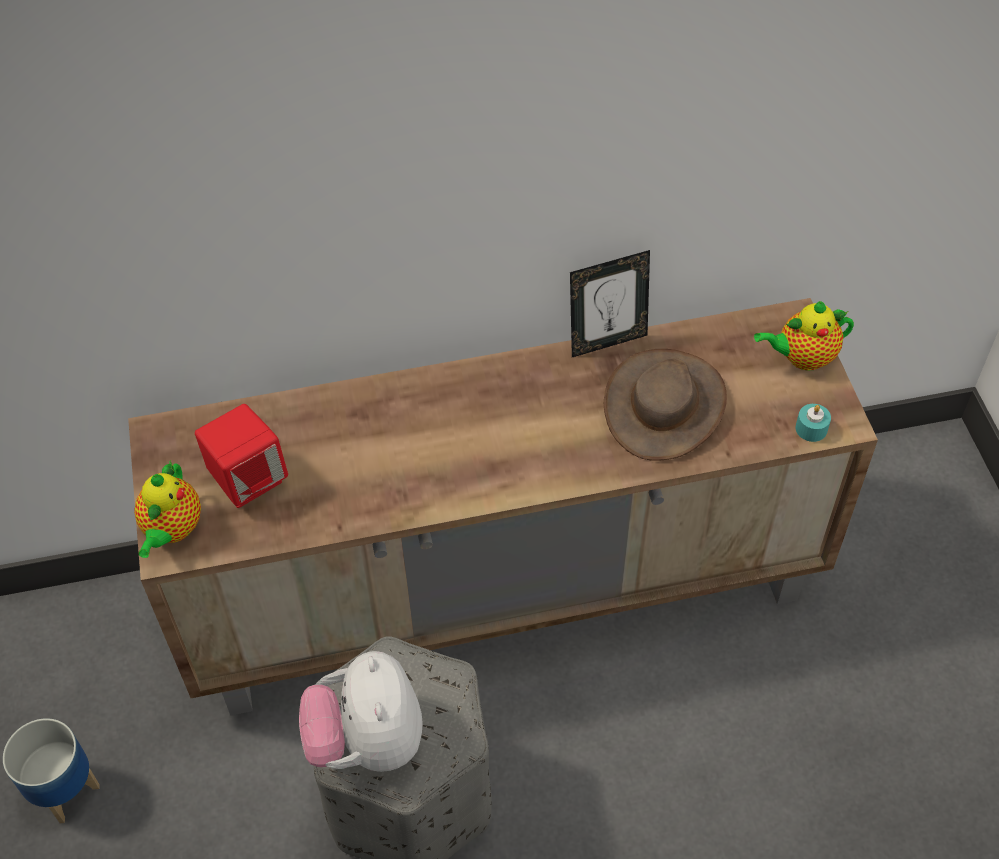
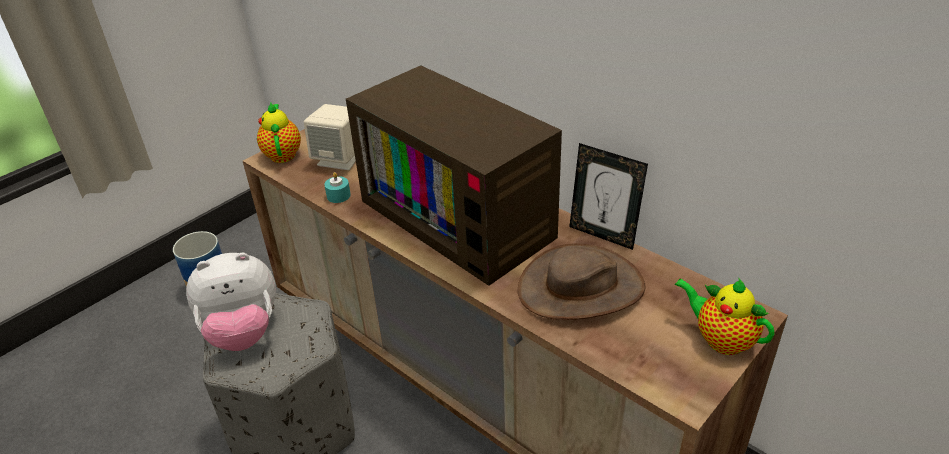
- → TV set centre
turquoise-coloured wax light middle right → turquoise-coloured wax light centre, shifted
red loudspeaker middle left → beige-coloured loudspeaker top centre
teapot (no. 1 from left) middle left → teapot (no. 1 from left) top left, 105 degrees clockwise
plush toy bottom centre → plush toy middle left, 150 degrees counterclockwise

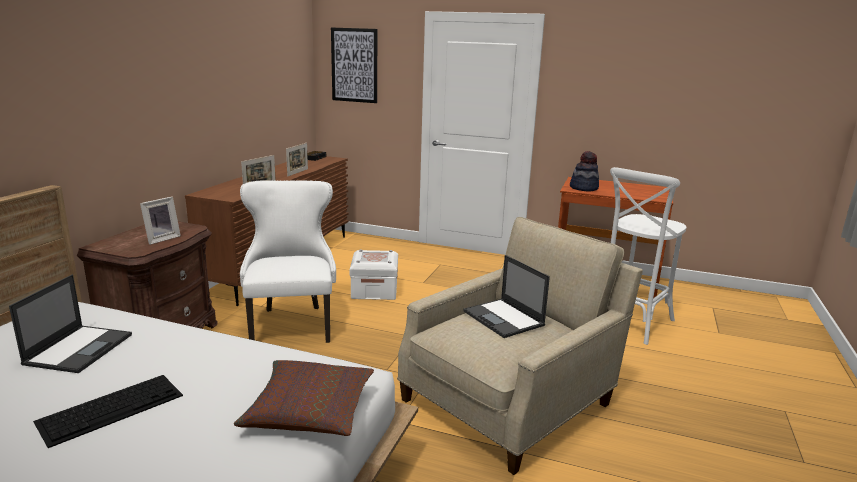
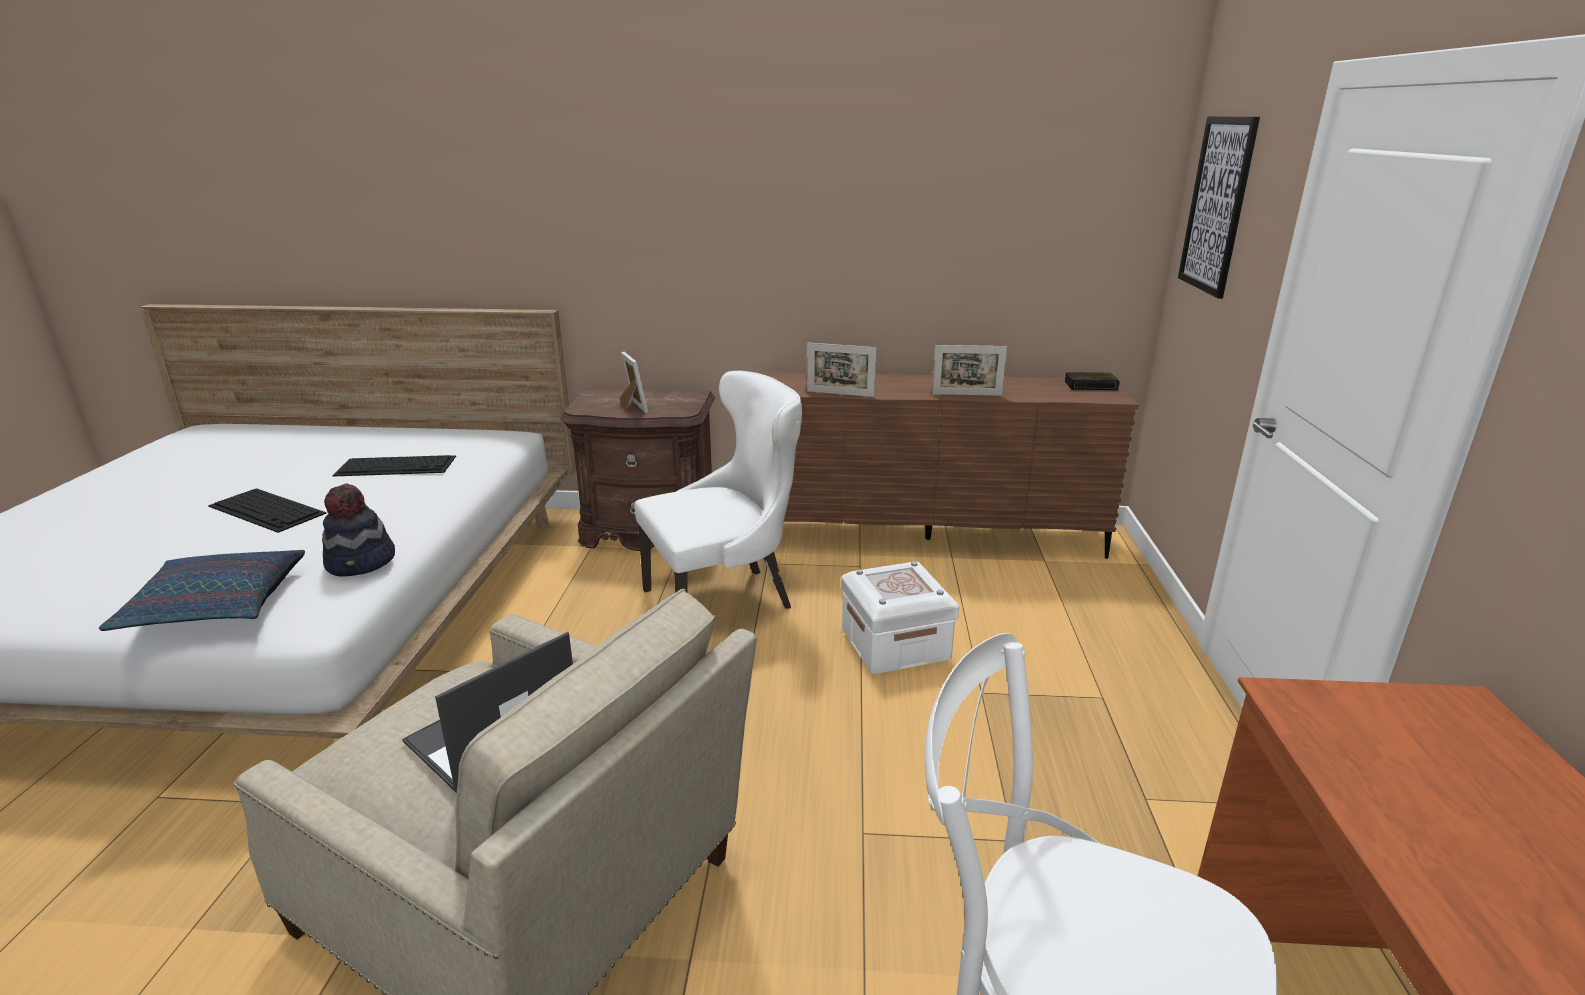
wearable hat middle right → wearable hat middle left, shifted
portable computer (no. 1 from left) bottom left → computer keyboard (no. 2 from left) middle left
brown cushion bottom centre → bluish cushion middle left
picture frame (no. 1 from left) middle left → picture frame (no. 1 from left) centre, 135 degrees counterclockwise

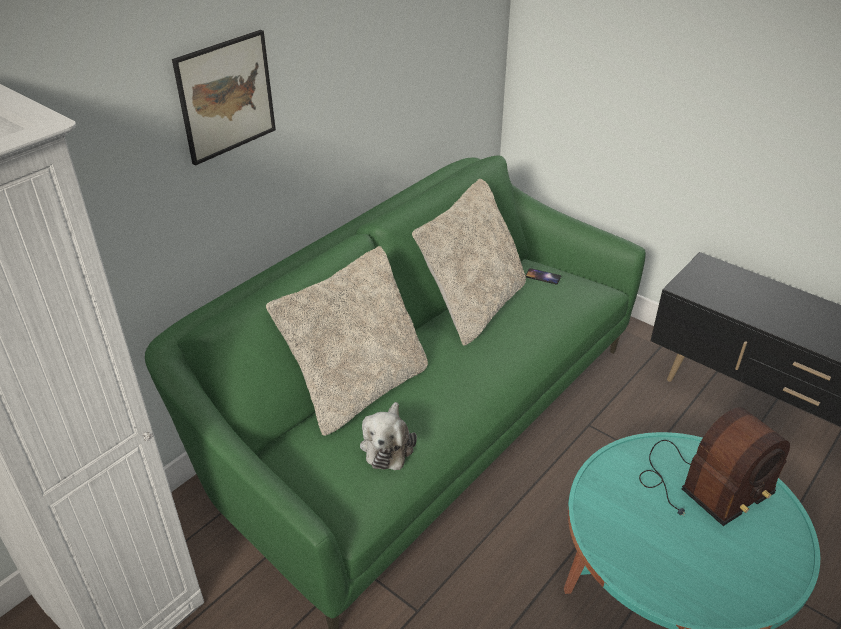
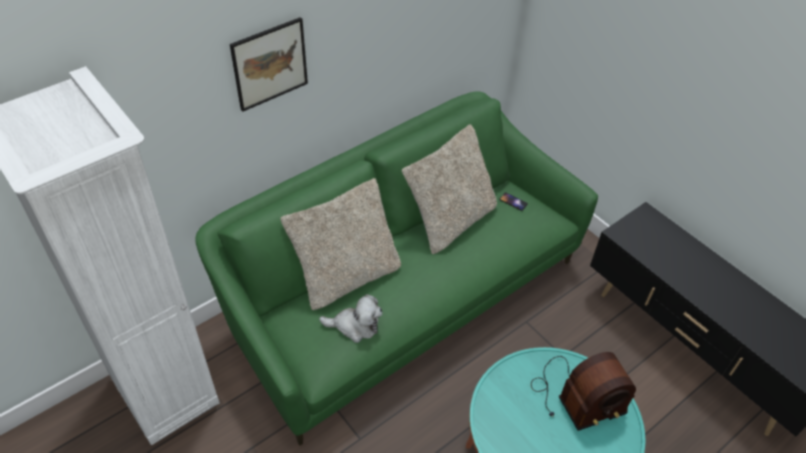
plush toy bottom centre, 105 degrees counterclockwise

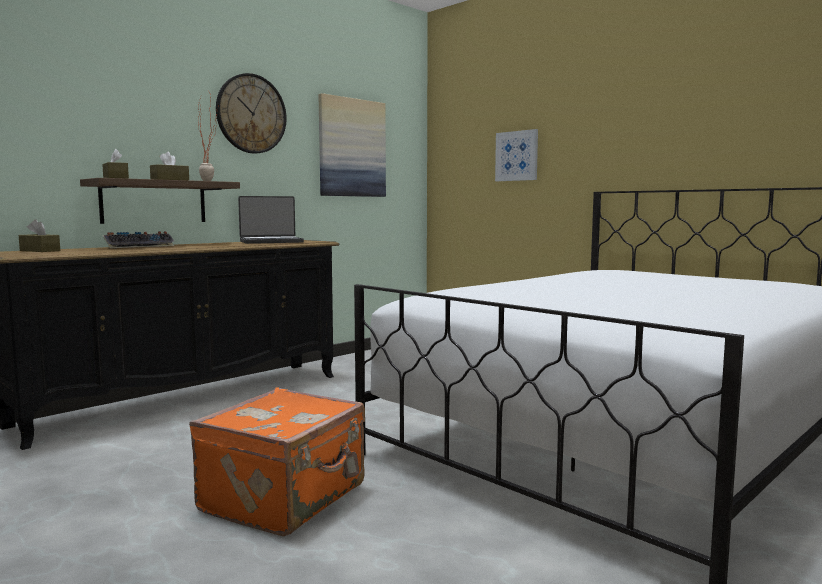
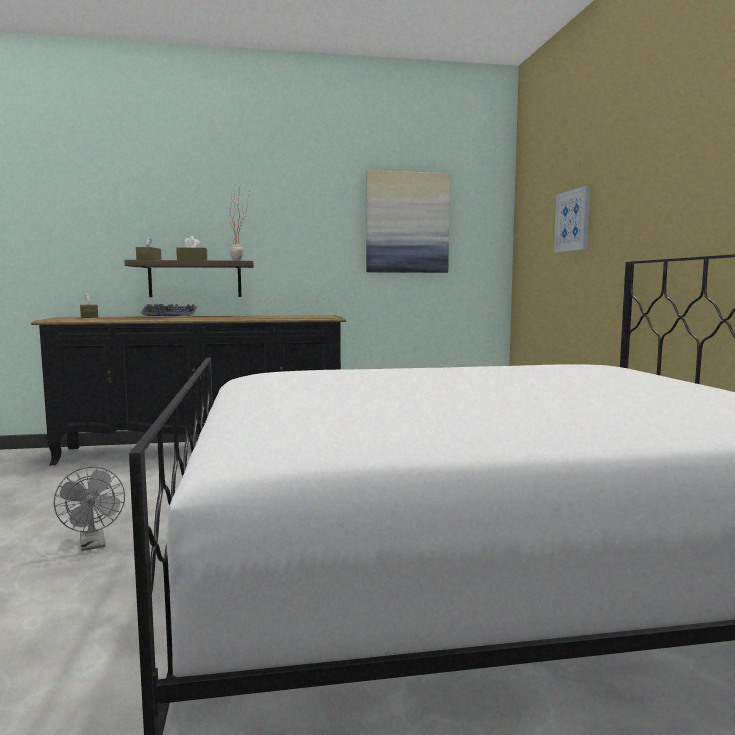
clock on the wall top left → -
portable computer middle left → -
orange-coloured suitcase bottom centre → greyish electric fan bottom left

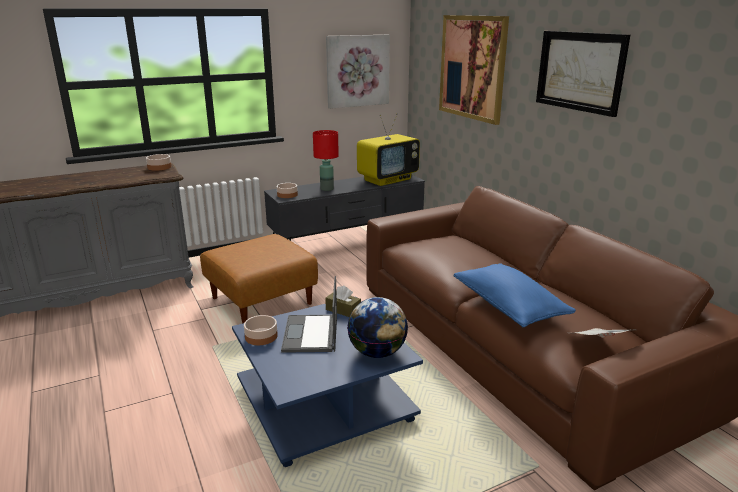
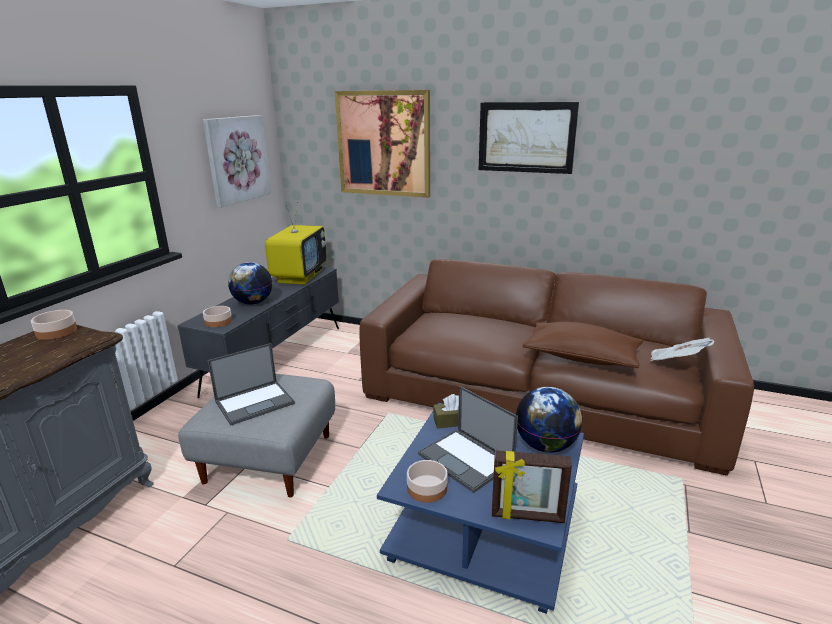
- → portable computer (no. 1 from left) middle left
- → picture frame bottom centre
red tabletop lamp top centre → world globe (no. 1 from left) middle left
brown ottoman centre → greyish ottoman bottom left
bluish cushion middle right → brown cushion middle right

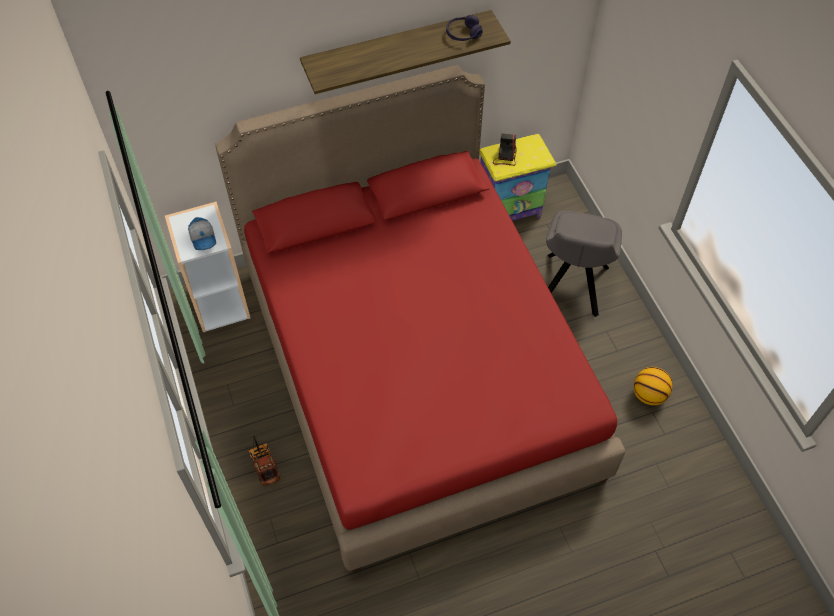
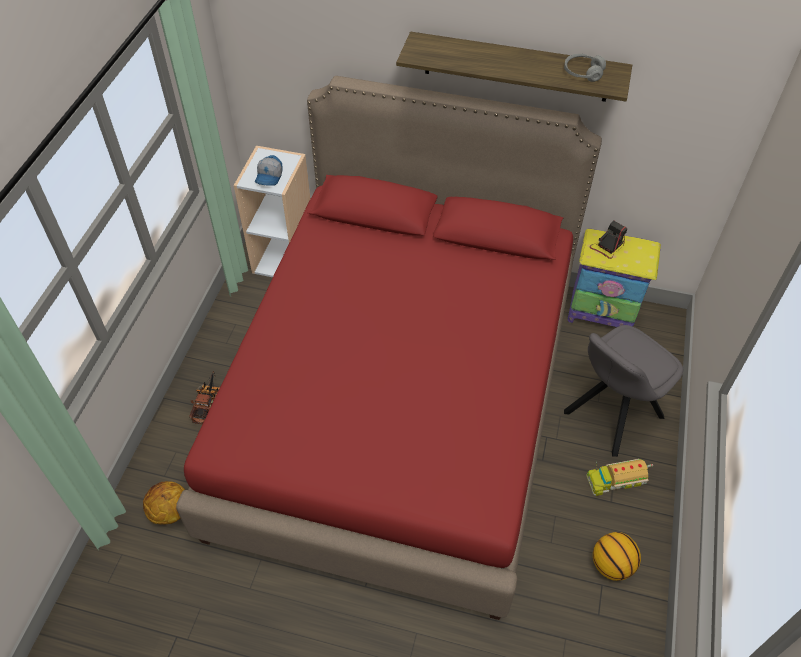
- → ball for basketball (no. 1 from left) bottom left
- → model truck (no. 2 from left) bottom right
purple pair of headphones top centre → greyish pair of headphones top right

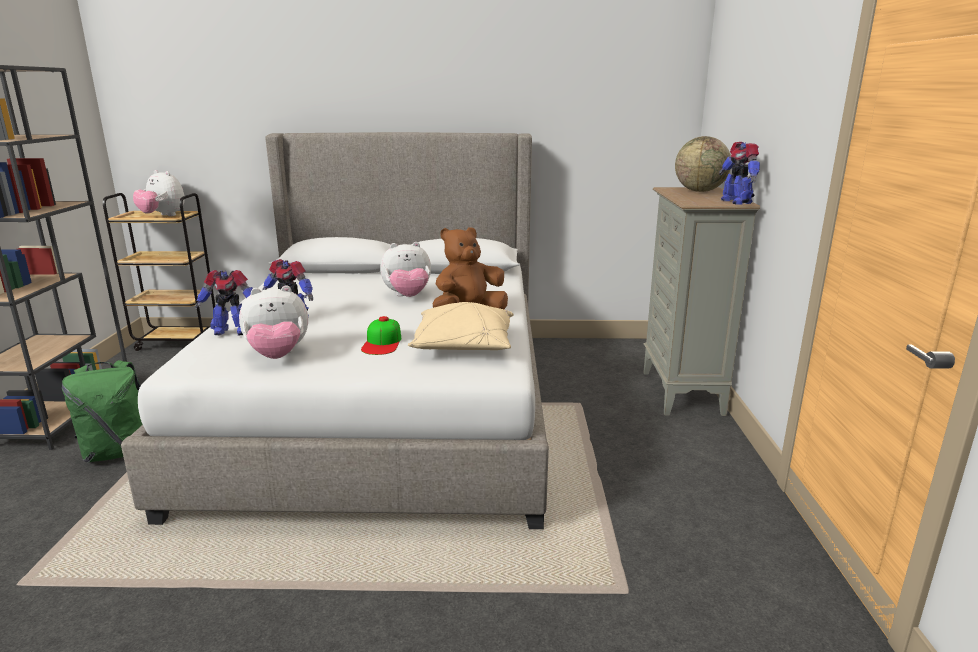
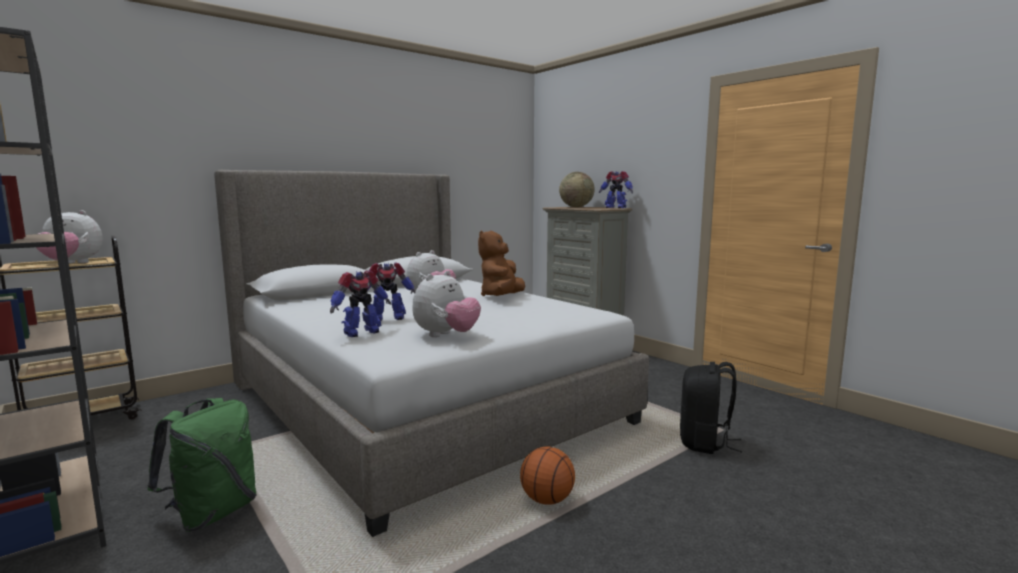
baseball cap centre → -
beige-coloured cushion centre → -
- → ball for basketball bottom centre
- → blackish backpack bottom right

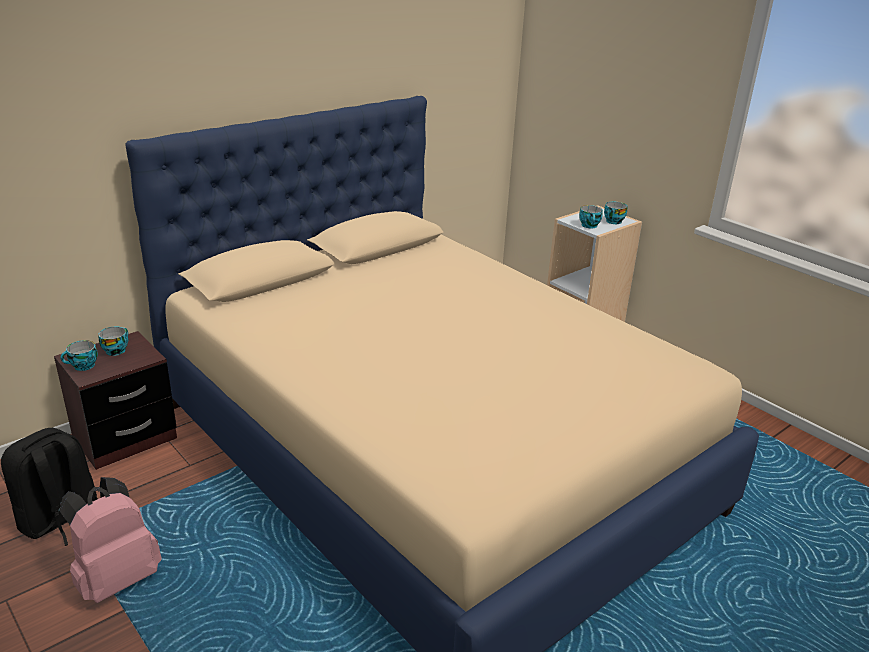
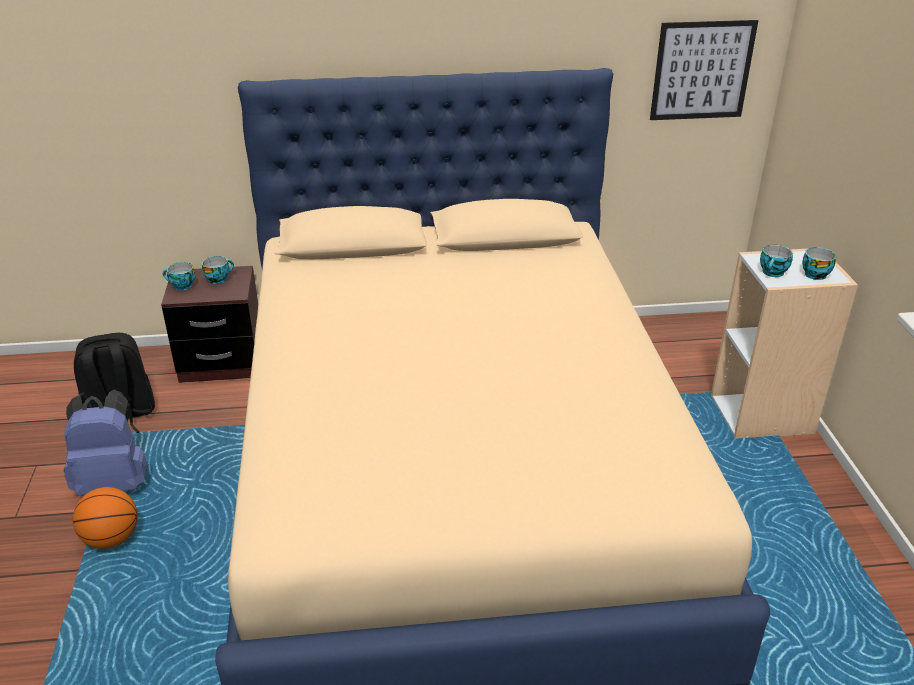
- → ball for basketball bottom left
- → wall picture top right
pink backpack bottom left → bluish backpack middle left

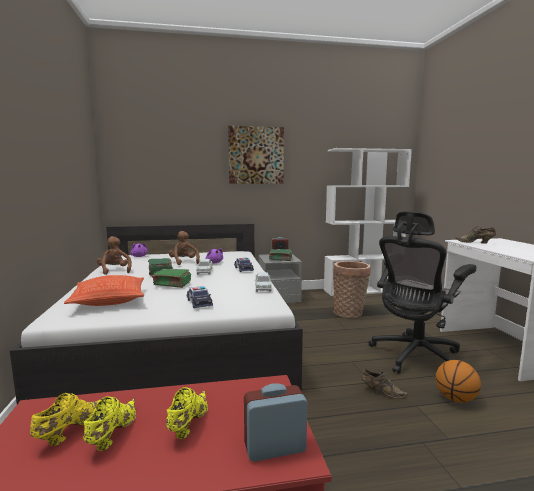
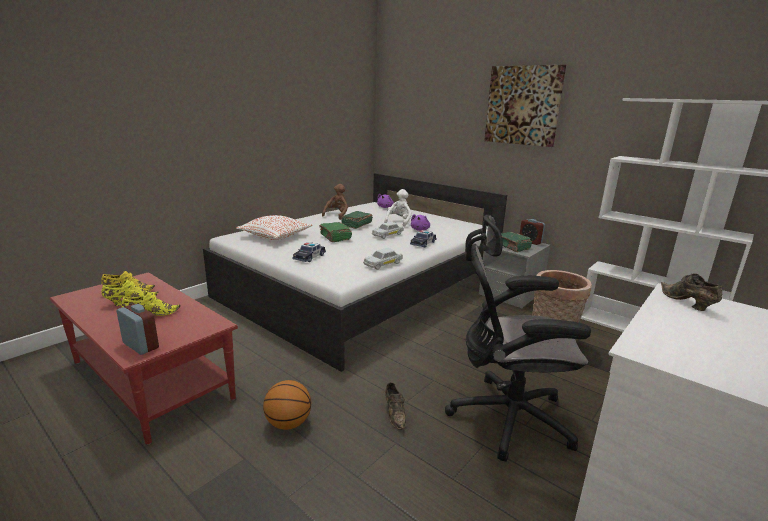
ball for basketball bottom right → ball for basketball bottom centre, shifted
orange-coloured cushion middle left → whitish cushion centre
brown plush toy (no. 2 from left) centre → whitish plush toy centre

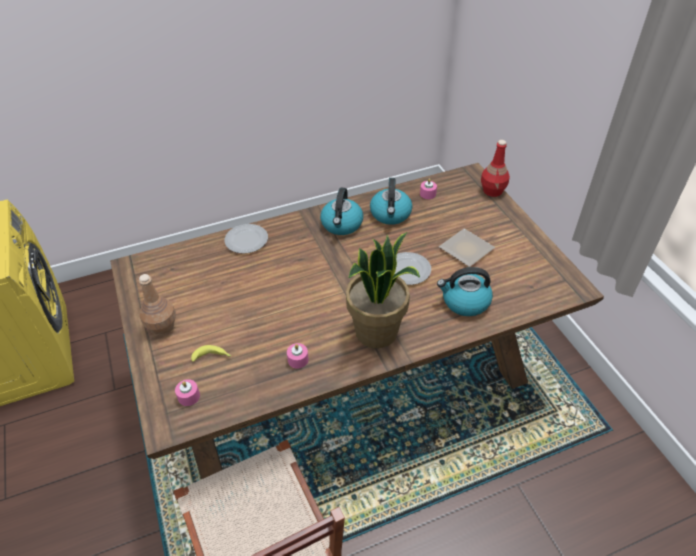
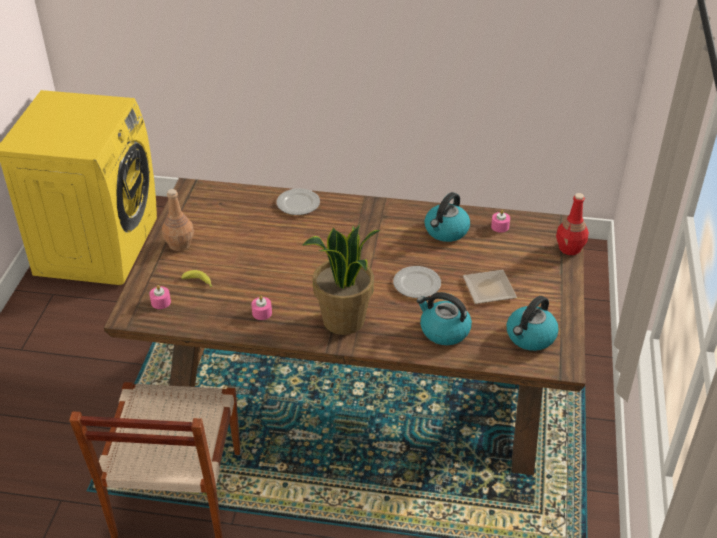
tea kettle (no. 1 from left in the first image) centre → tea kettle (no. 3 from left) middle right, shifted

